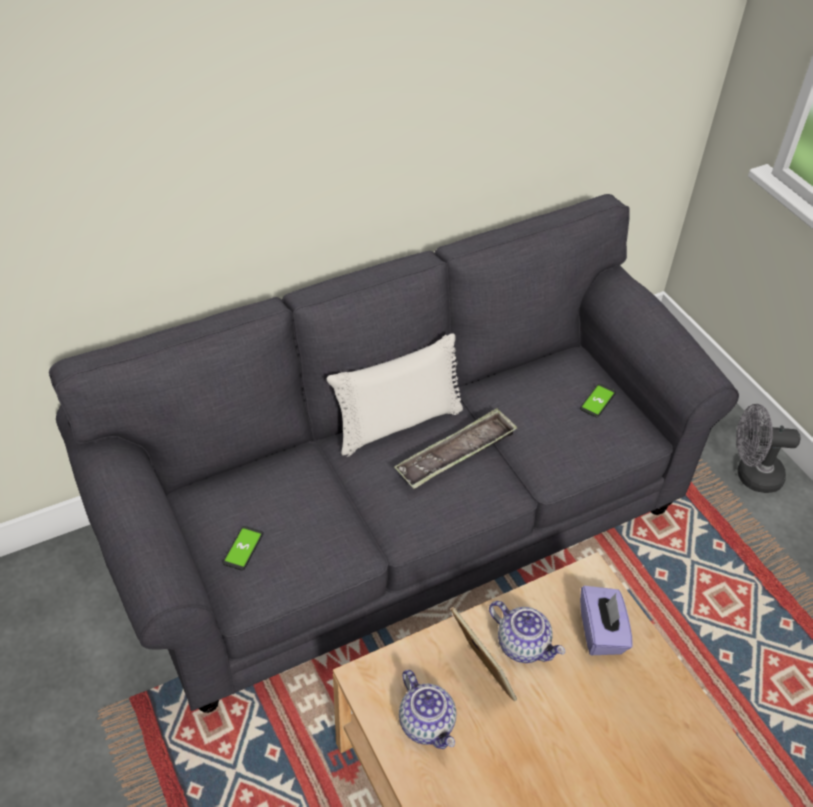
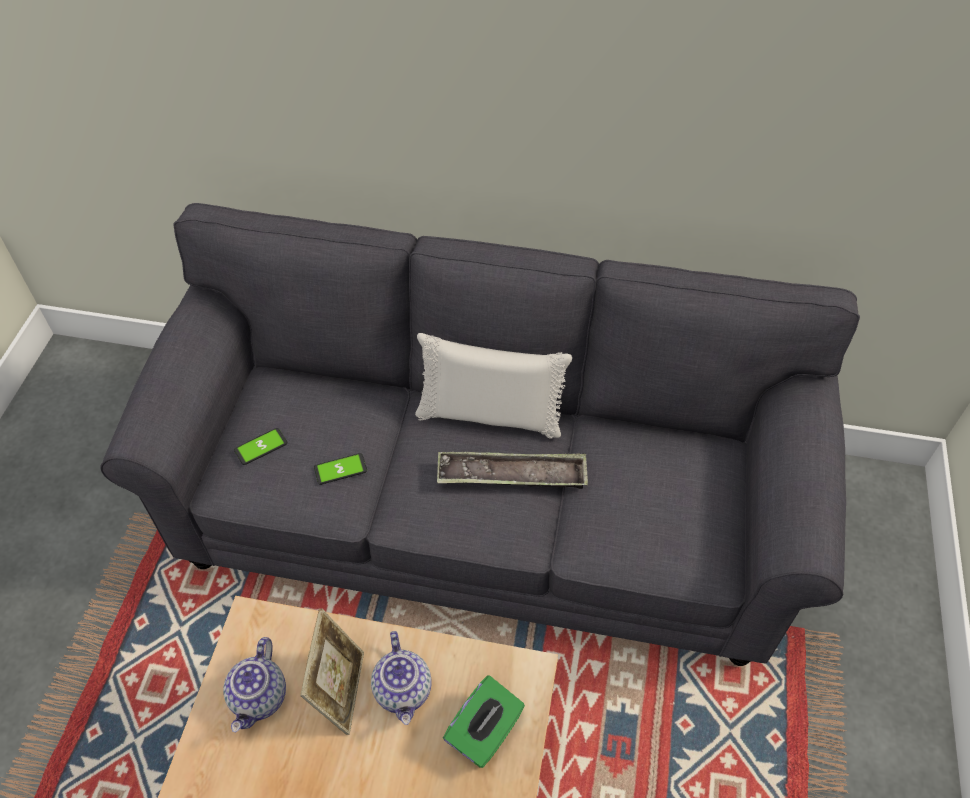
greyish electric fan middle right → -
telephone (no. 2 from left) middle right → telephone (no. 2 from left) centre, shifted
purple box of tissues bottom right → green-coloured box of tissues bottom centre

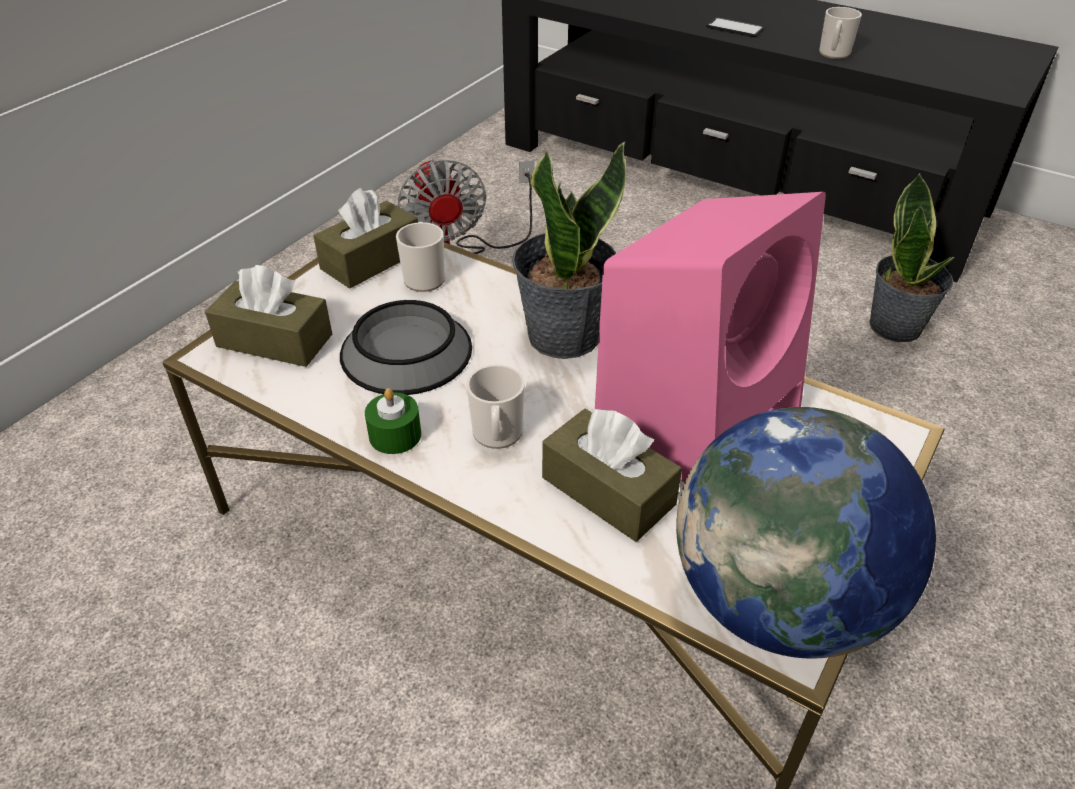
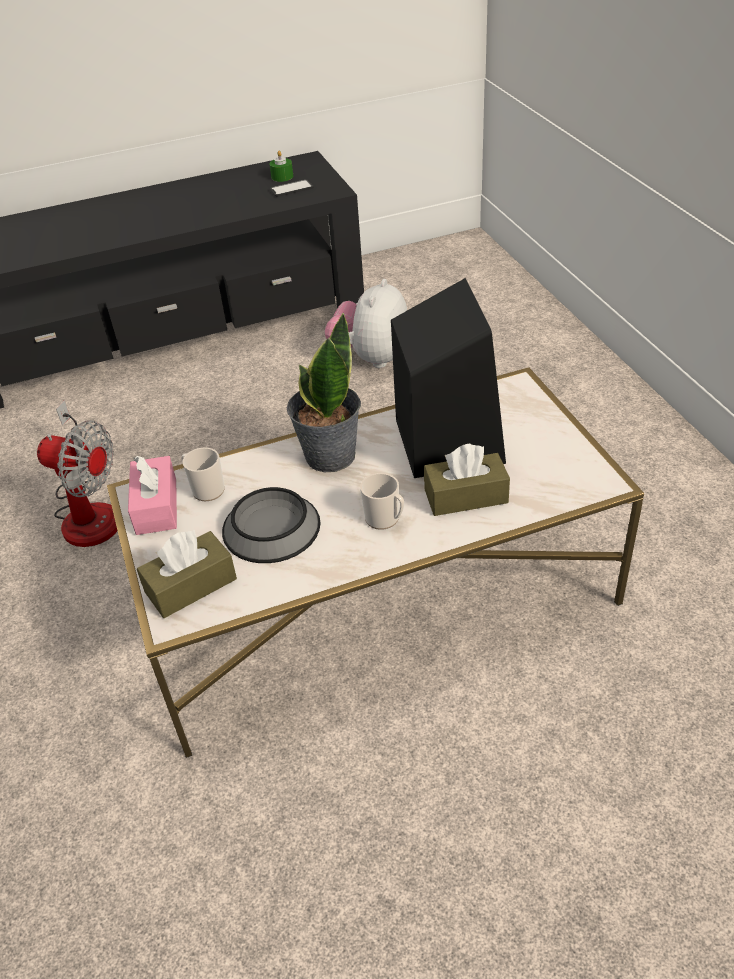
world globe bottom right → -
mug (no. 3 from left) top right → -
green-coloured wax light centre → green-coloured wax light top centre, shifted
telephone top right → telephone top centre, shifted
houseplant (no. 2 from left) top right → plush toy top centre
brown box of tissues (no. 2 from left) top centre → pink box of tissues middle left
pink loudspeaker centre → blackish loudspeaker centre

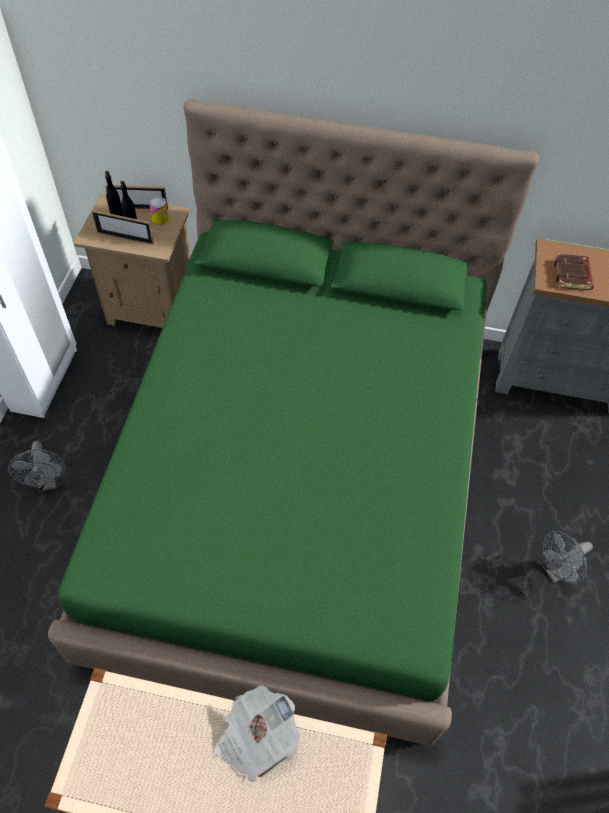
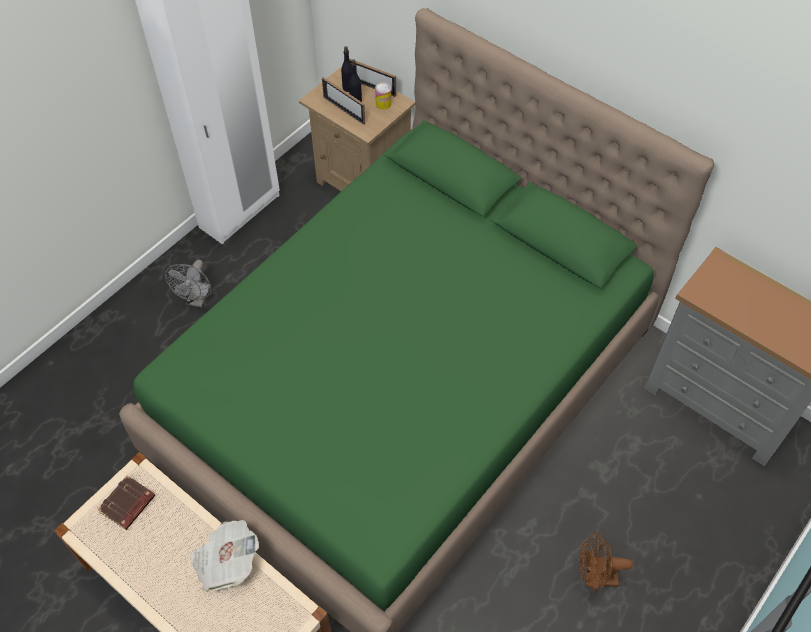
brown book middle right → brown book bottom left, shifted
greyish electric fan (no. 2 from left) bottom right → brown electric fan bottom right

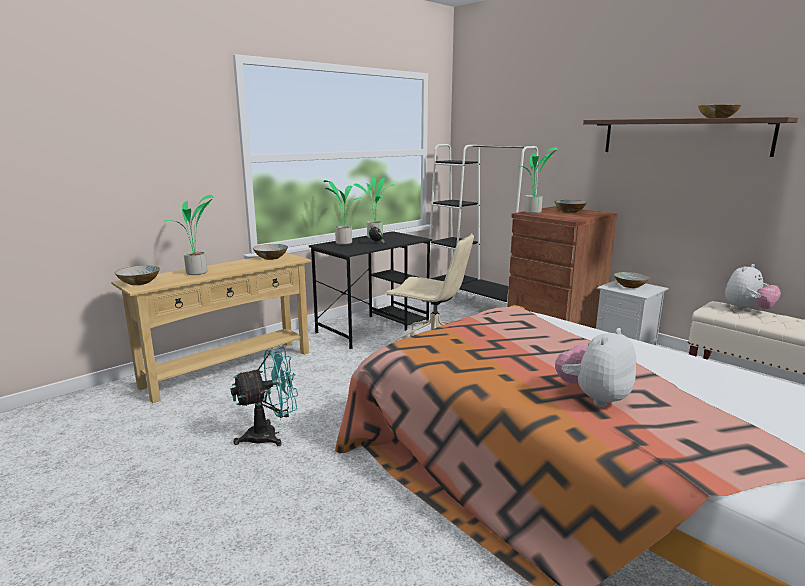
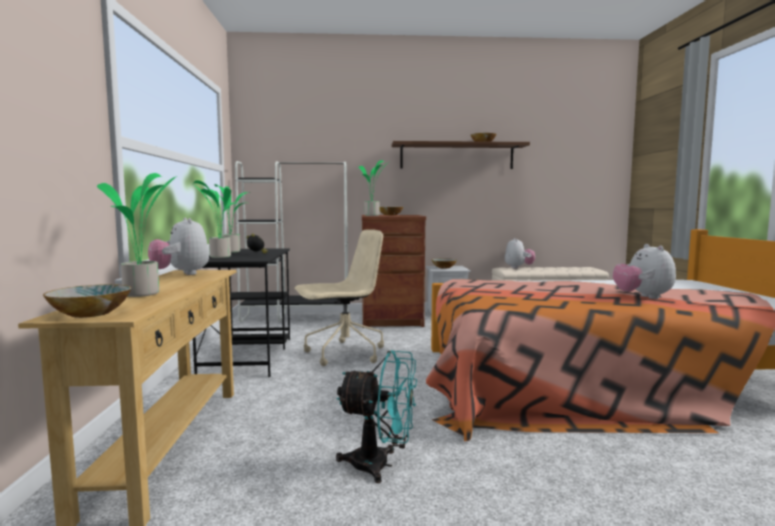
bowl (no. 2 from left) centre → plush toy (no. 1 from left) middle left
turquoise-coloured electric fan bottom left → turquoise-coloured electric fan bottom centre, 90 degrees clockwise

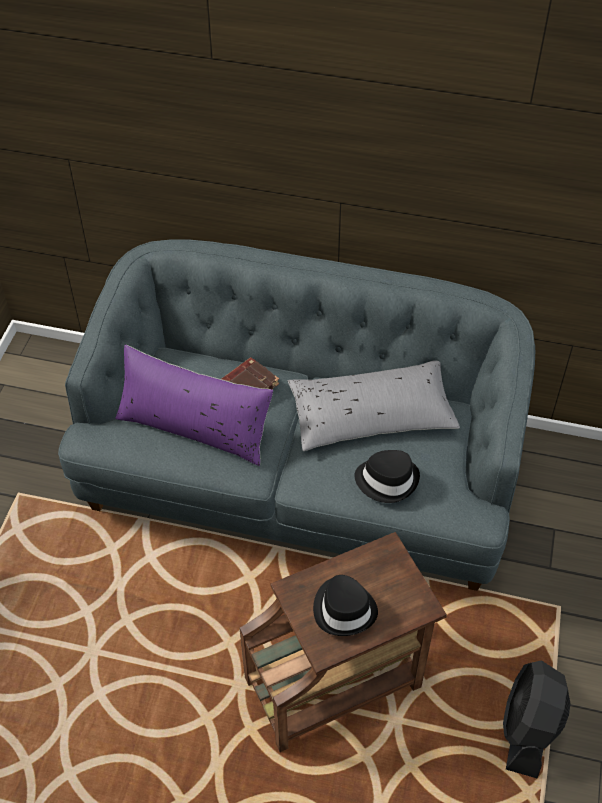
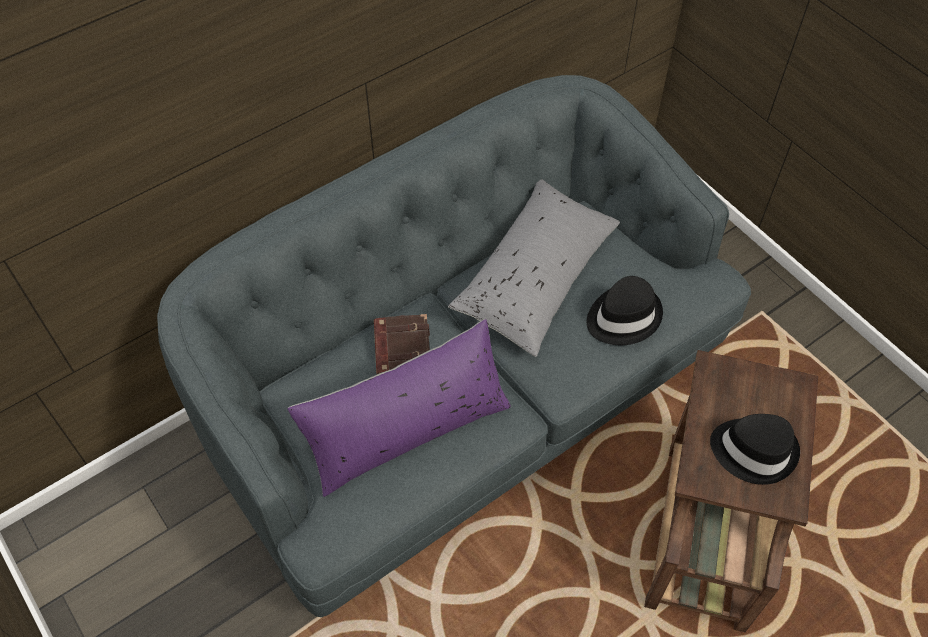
blackish electric fan bottom right → -

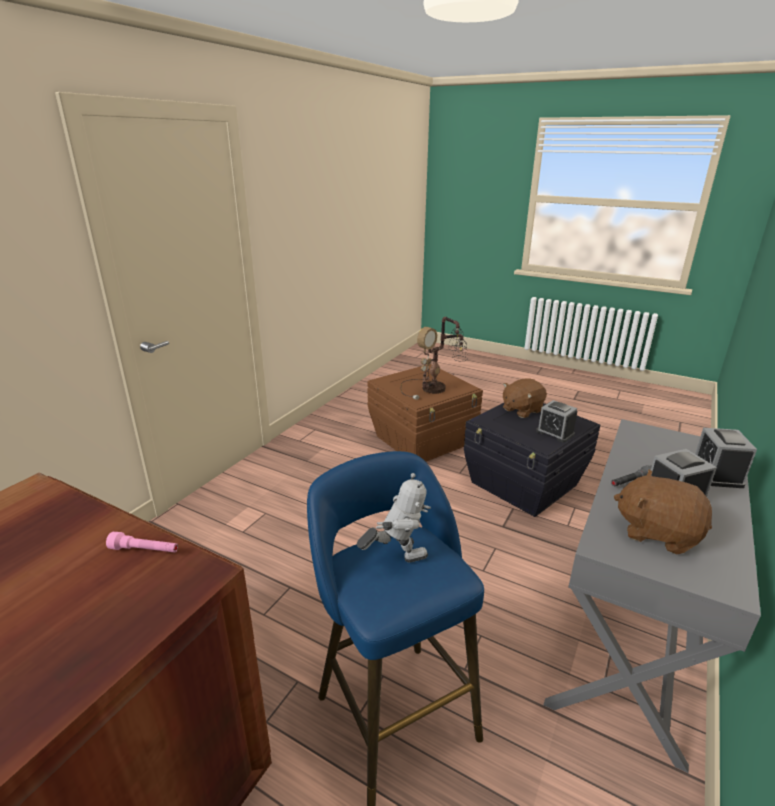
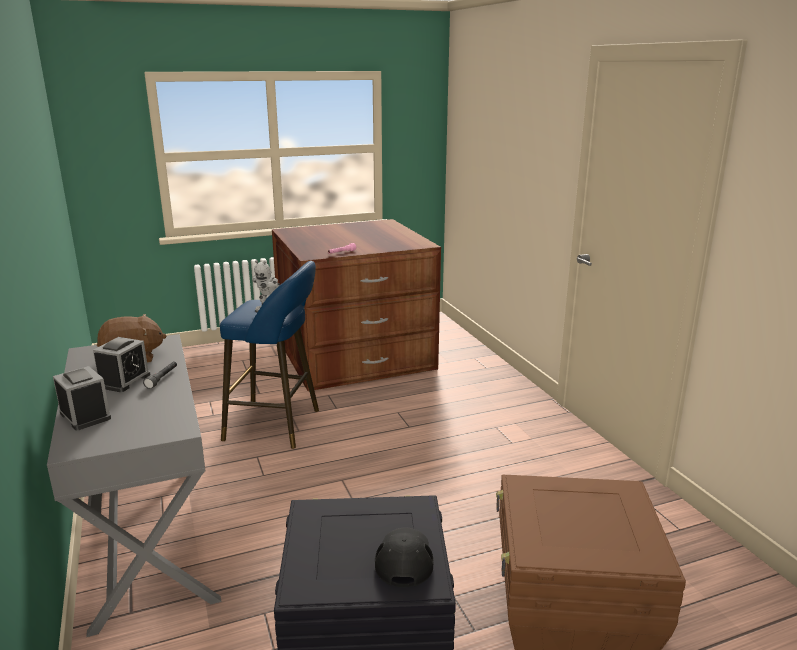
tabletop lamp centre → -
bedside clock (no. 1 from left) middle right → -
brown plush toy (no. 1 from left) middle right → blackish baseball cap bottom centre

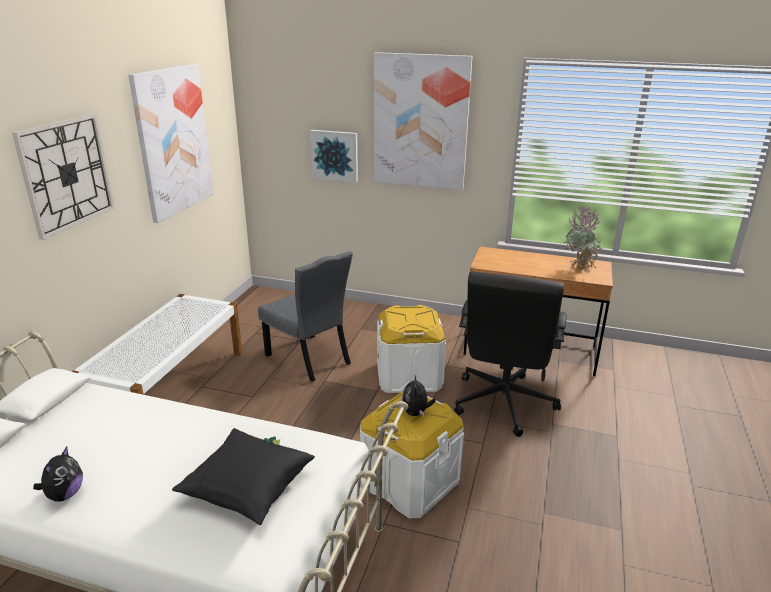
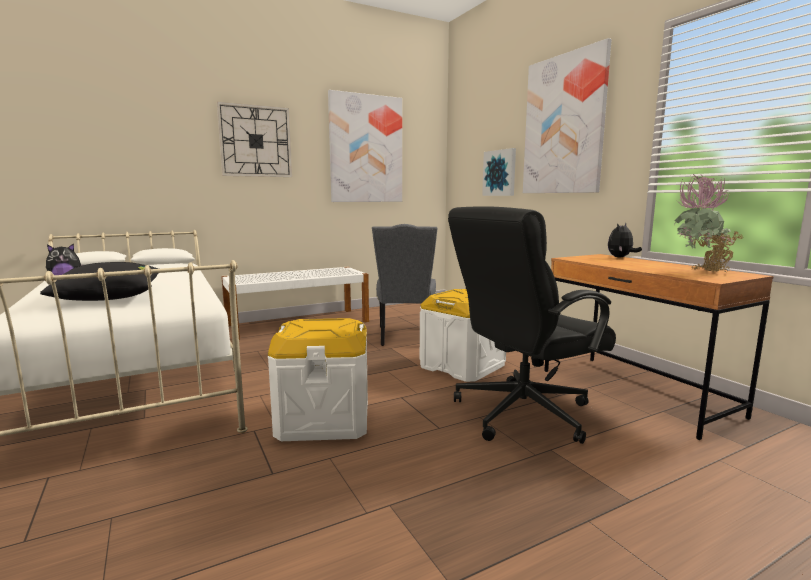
plush toy (no. 2 from left) bottom centre → plush toy (no. 2 from left) middle right, shifted

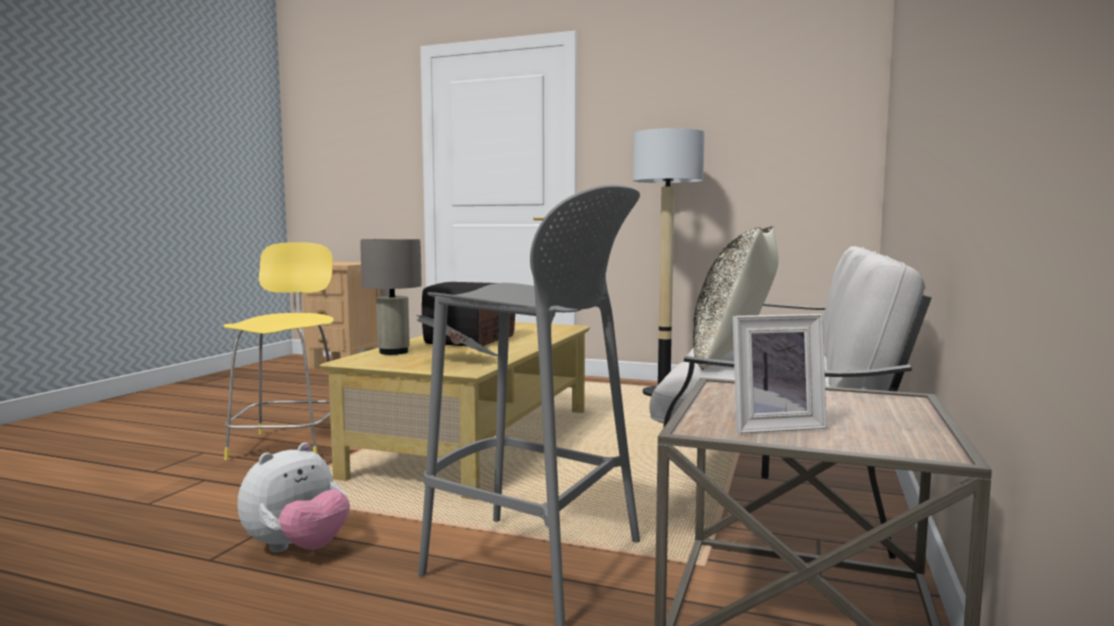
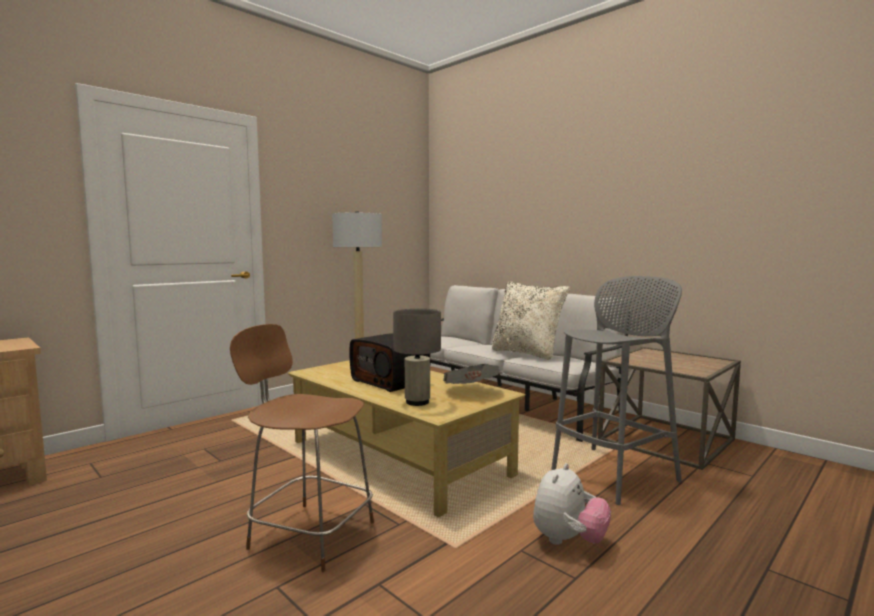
picture frame middle right → -
yellowish sitting stool middle left → brown sitting stool bottom centre
plush toy bottom left → plush toy bottom centre, 60 degrees clockwise

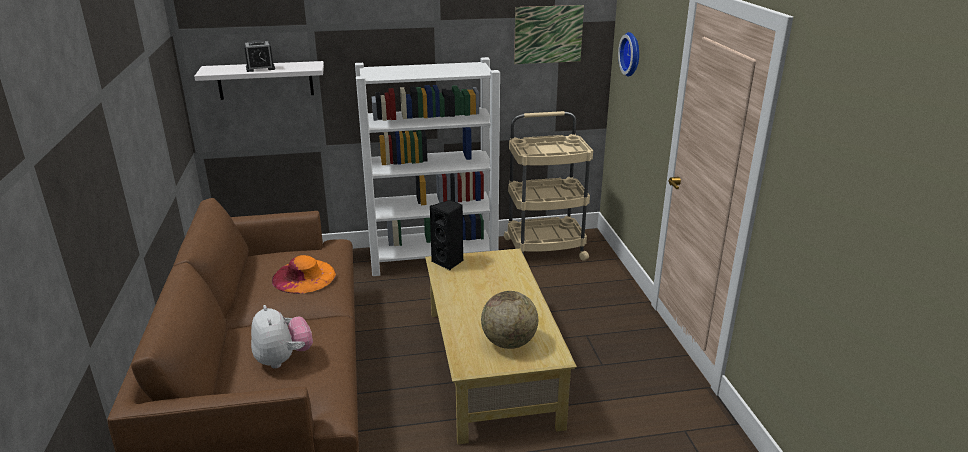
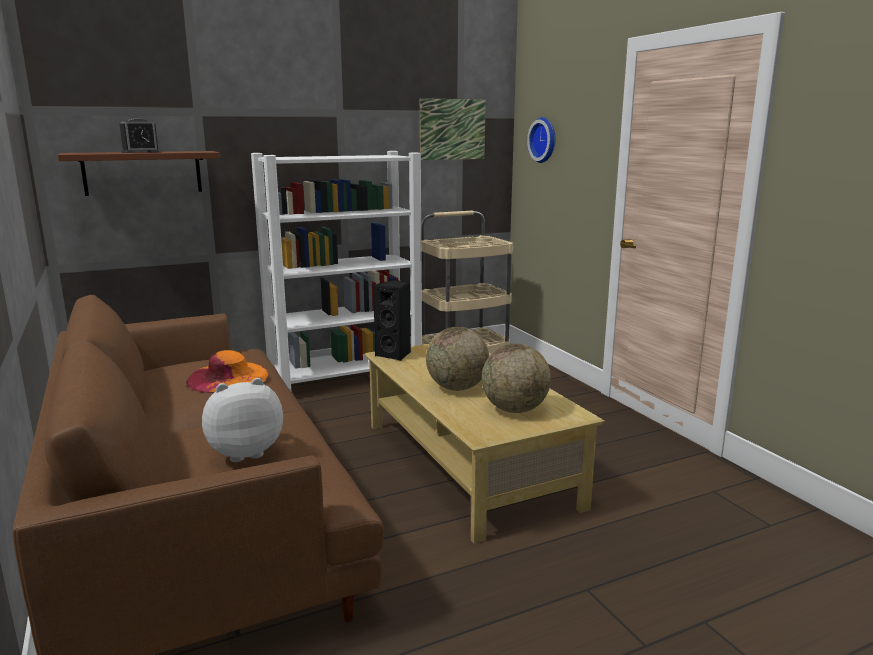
- → world globe (no. 1 from left) centre
whitish wall shelf top left → brown wall shelf top left
plush toy bottom left → plush toy middle left, 75 degrees counterclockwise

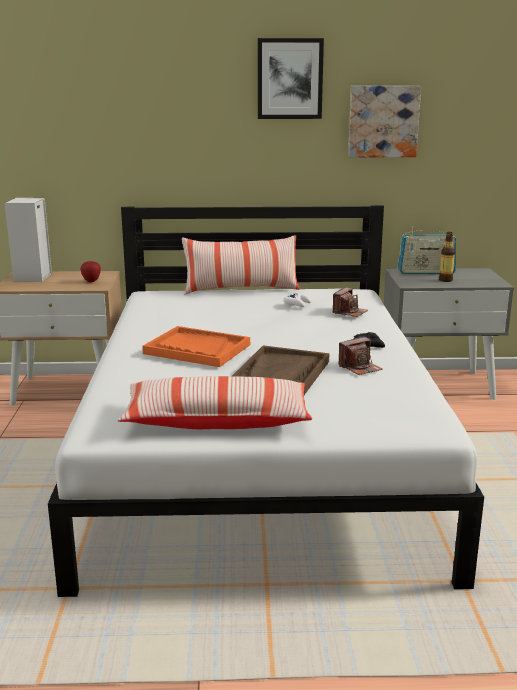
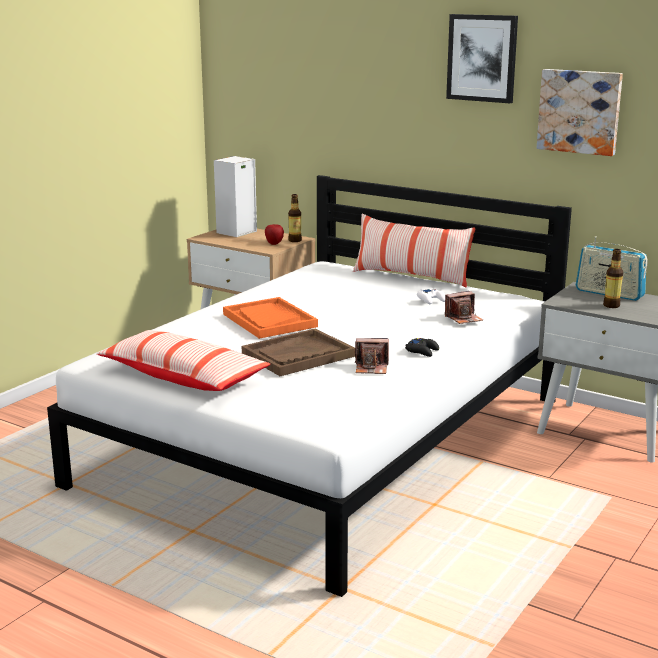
- → beverage bottle (no. 1 from left) top centre

